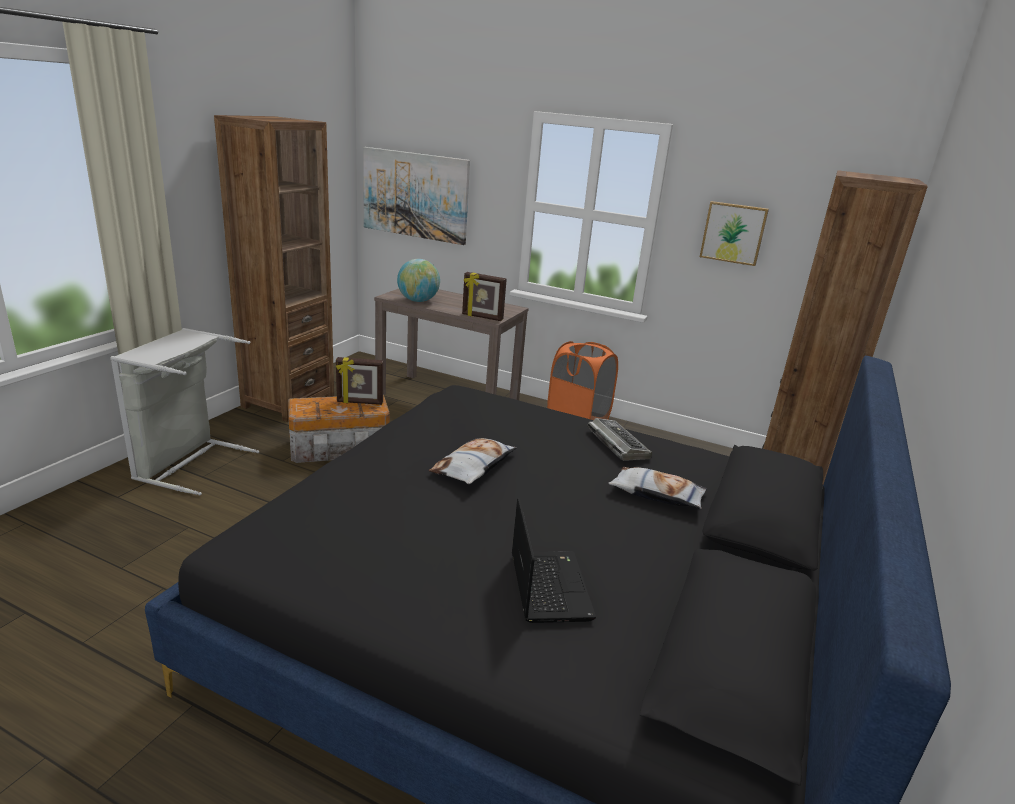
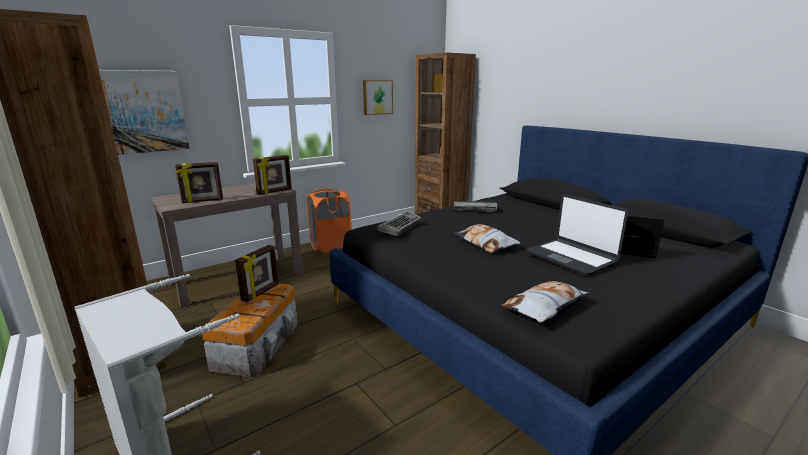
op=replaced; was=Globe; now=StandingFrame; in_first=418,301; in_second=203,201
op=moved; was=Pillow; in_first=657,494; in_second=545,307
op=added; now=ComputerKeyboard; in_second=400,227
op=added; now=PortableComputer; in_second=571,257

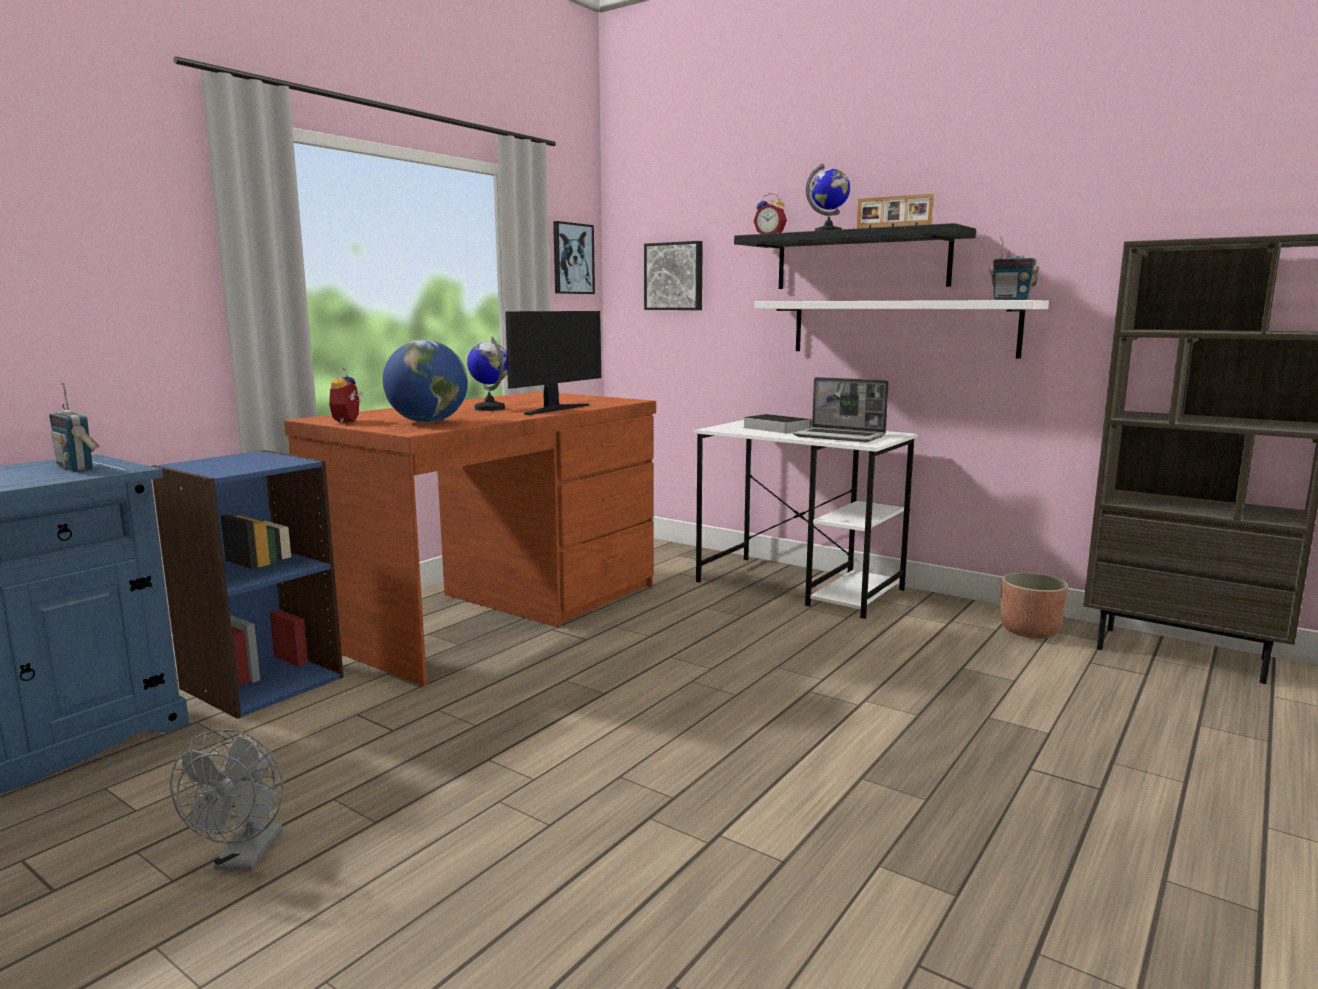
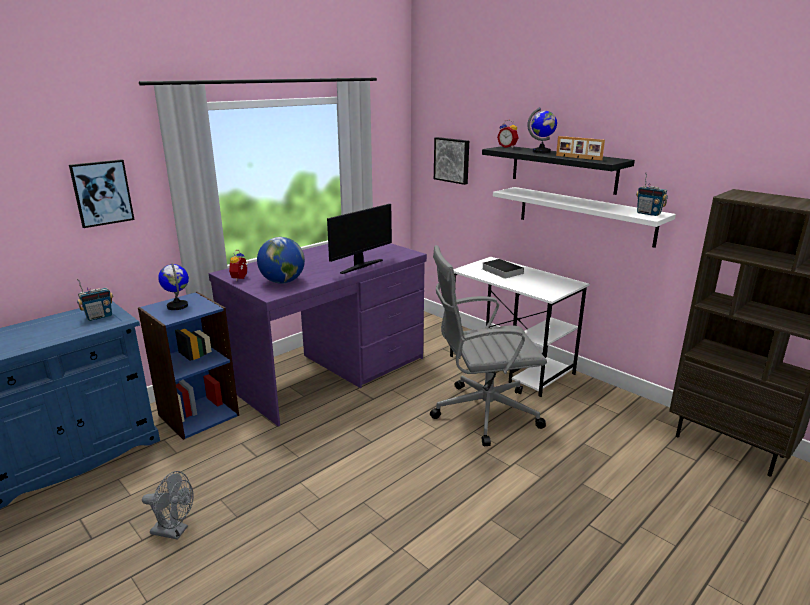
op=turned; was=RadioReceiver; in_first=76,467; in_second=99,317; clockwise=-90
op=turned; was=GreyishElectricFan; in_first=244,858; in_second=174,531; clockwise=-90
op=recoloured; was=BrownColouredDeskTable; now=PurplishDeskTable; in_first=497,612; in_second=330,372
op=moved; was=Globe; in_first=490,408; in_second=177,306
op=moved; was=Picture; in_first=572,258; in_second=102,193
op=removed; was=PortableComputer; in_first=840,437
op=removed; was=PlantPot; in_first=1030,631
op=added; now=GreyishComputerChair; in_second=482,413

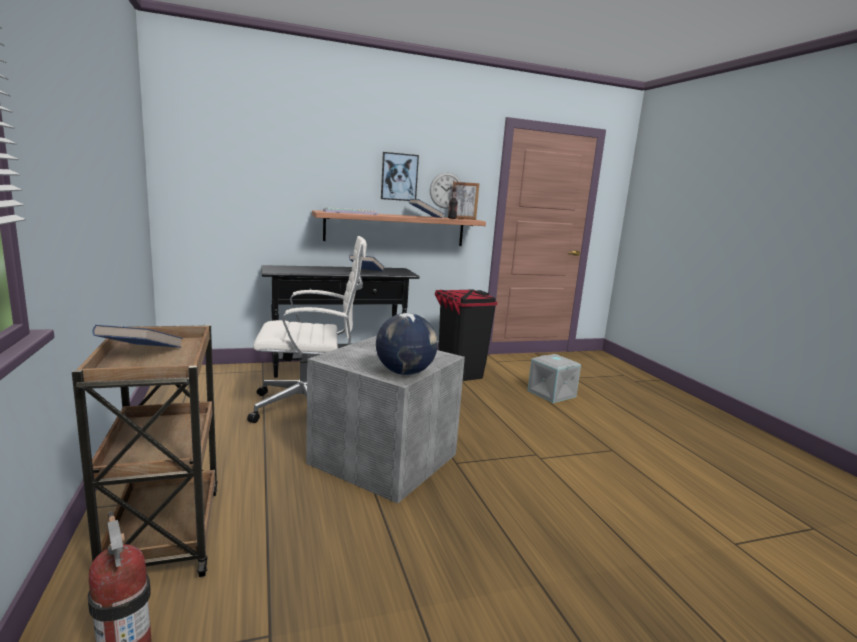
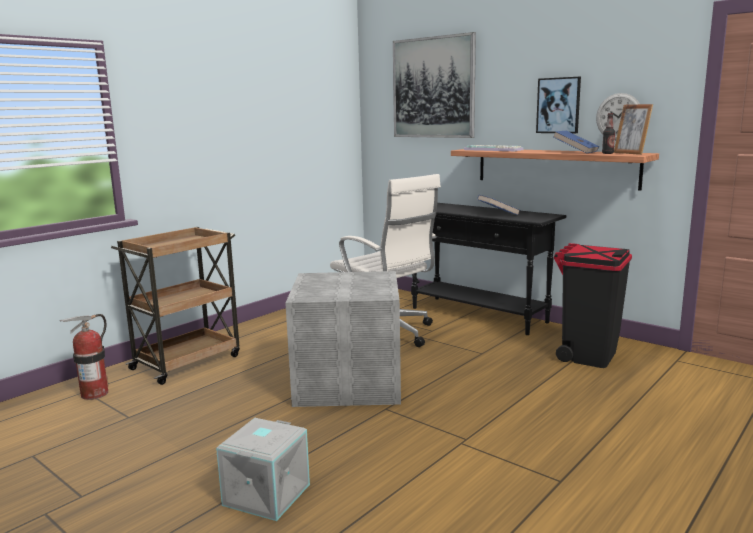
op=removed; was=BluishVolume; in_first=141,354
op=removed; was=Globe; in_first=405,373
op=moved; was=GreyishStorageContainer; in_first=550,393; in_second=266,494
op=added; now=Picture; in_second=433,88

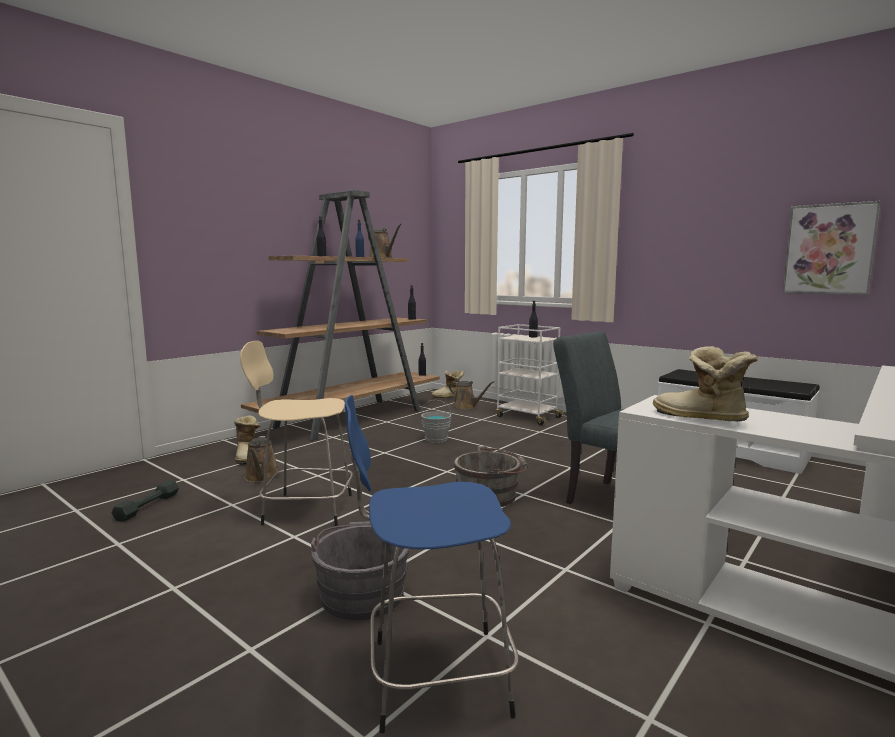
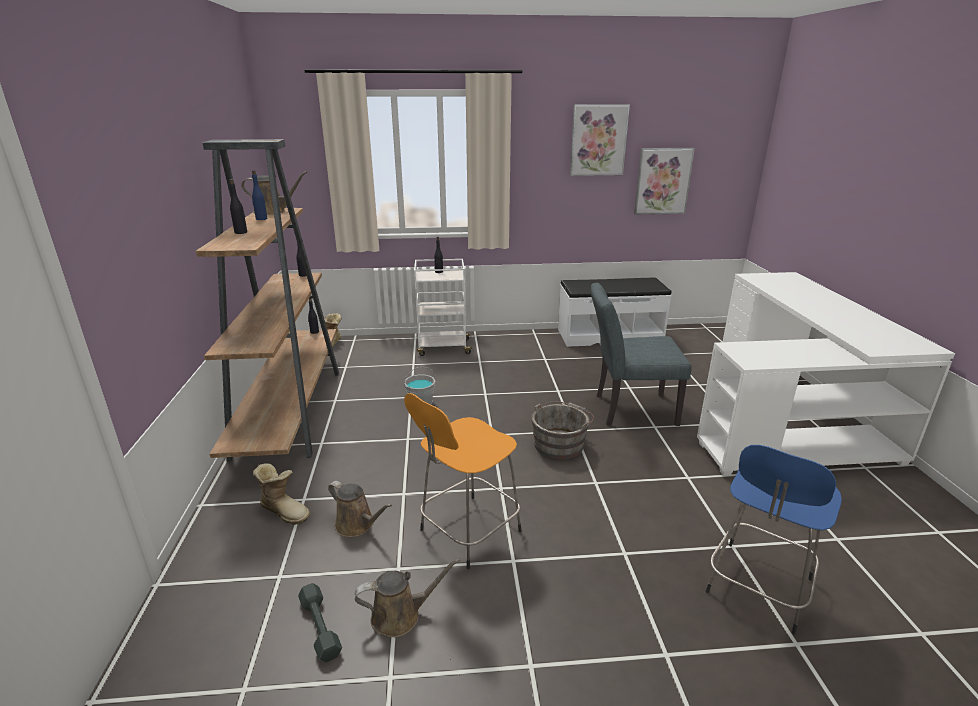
op=recoloured; was=BeigeColouredSittingStool; now=OrangeColouredSittingStool; in_first=305,509; in_second=467,532
op=removed; was=GreyishBucket; in_first=362,591
op=moved; was=BrownColouredWateringCan; in_first=466,407; in_second=400,615
op=removed; was=TallBoot; in_first=700,419
op=added; now=Picture; in_second=598,140

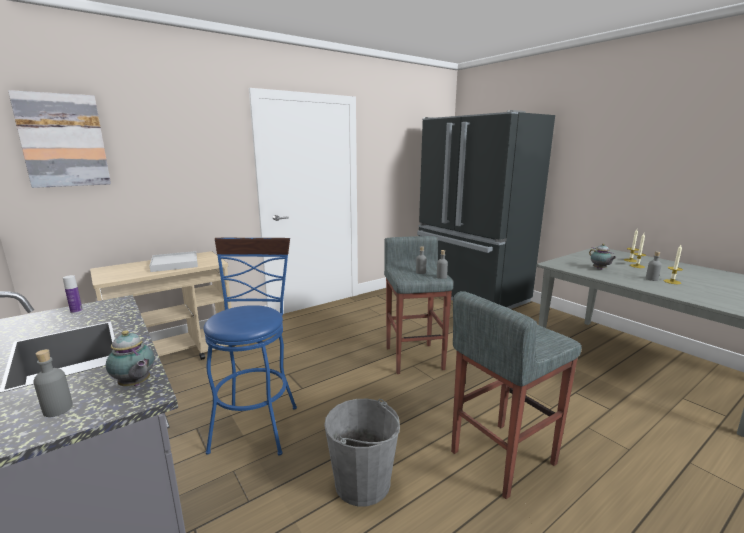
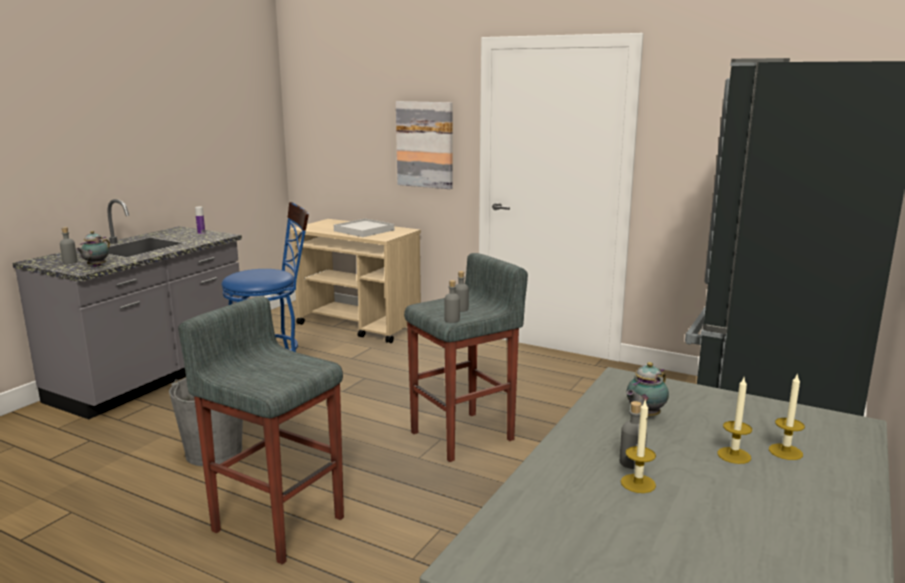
op=moved; was=Picture; in_first=63,141; in_second=425,144

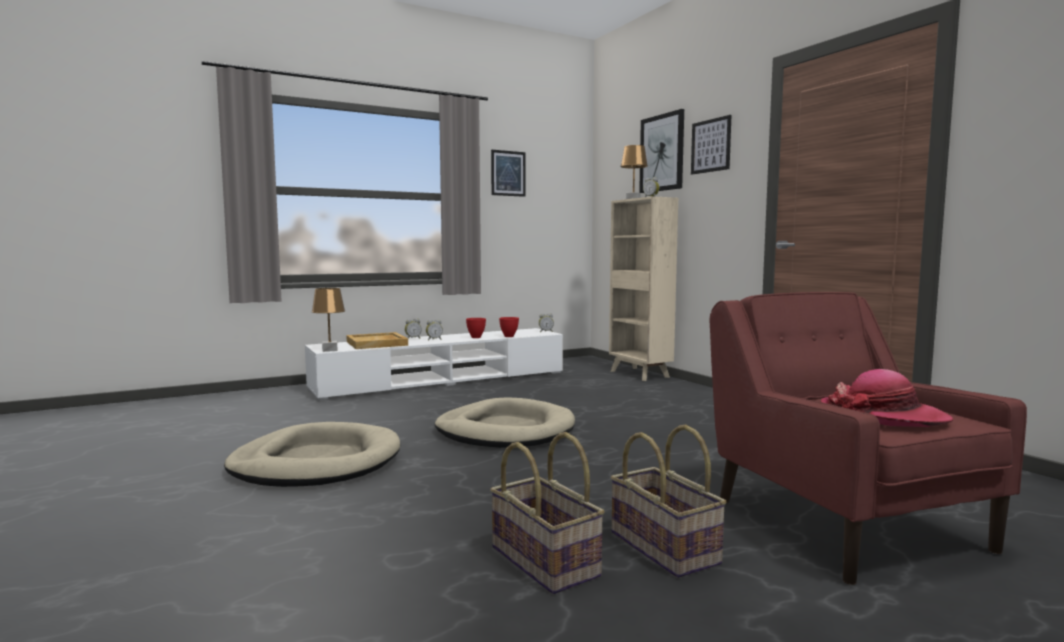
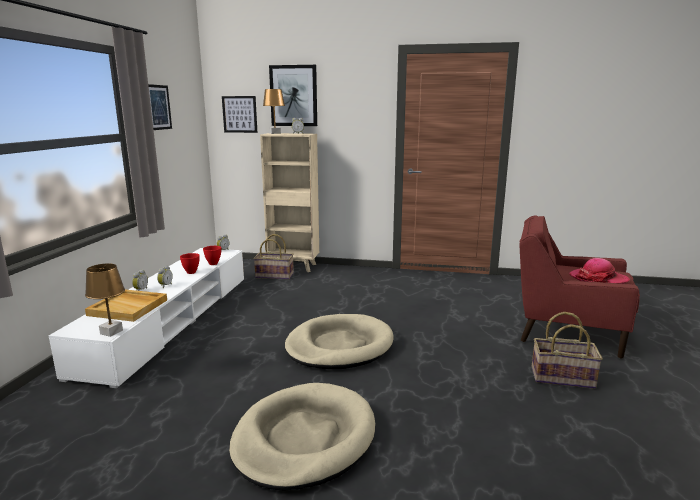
op=moved; was=StorageBasket; in_first=546,561; in_second=275,275
op=moved; was=Picture; in_first=711,145; in_second=239,114

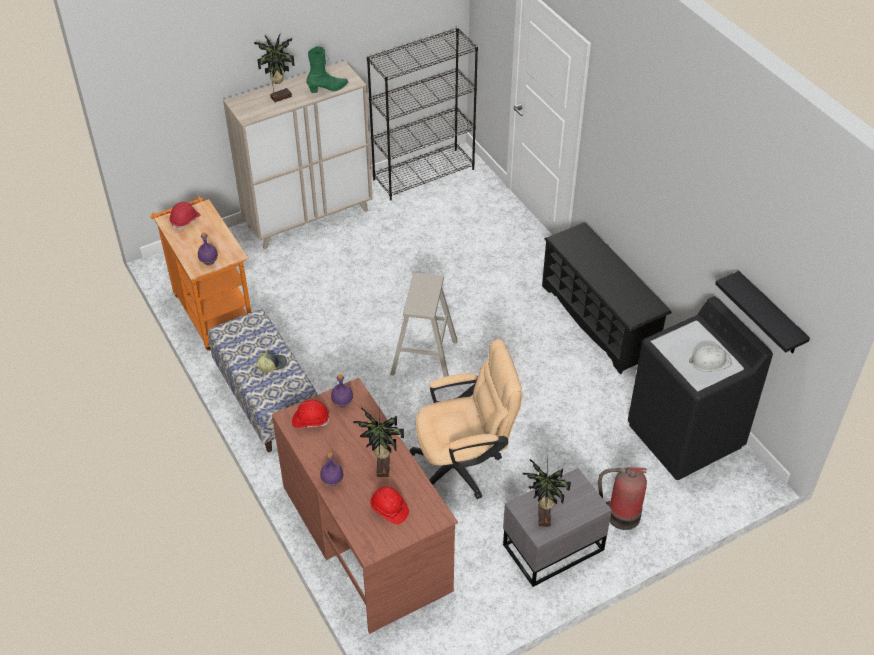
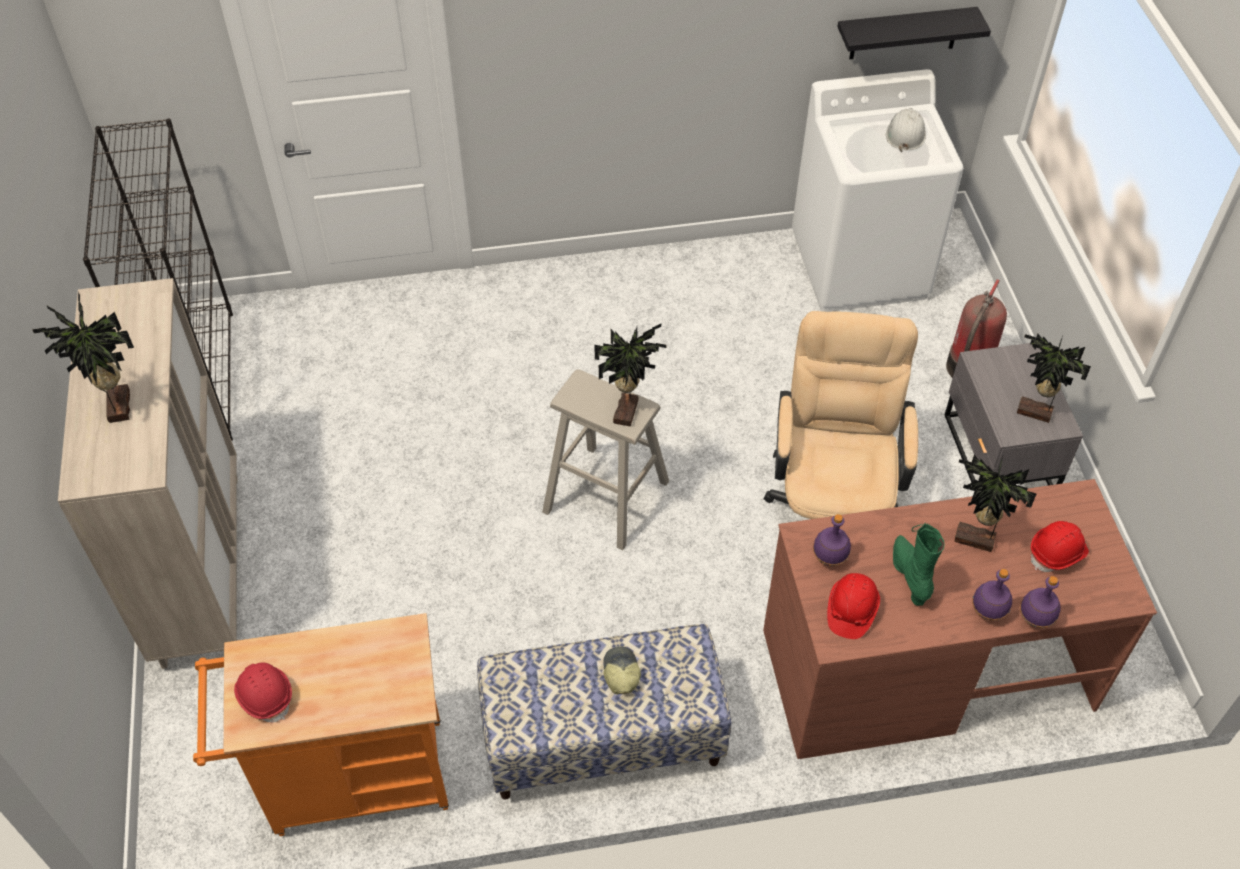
op=moved; was=PurplishBeverageBottle; in_first=209,262; in_second=1035,620
op=moved; was=GreenTallBoot; in_first=328,89; in_second=910,575
op=removed; was=BlackishShoeShelf; in_first=599,320
op=recoloured; was=BlackishLaundryAppliance; now=WhitishLaundryAppliance; in_first=685,436; in_second=860,266
op=added; now=PottedPlant; in_second=628,412

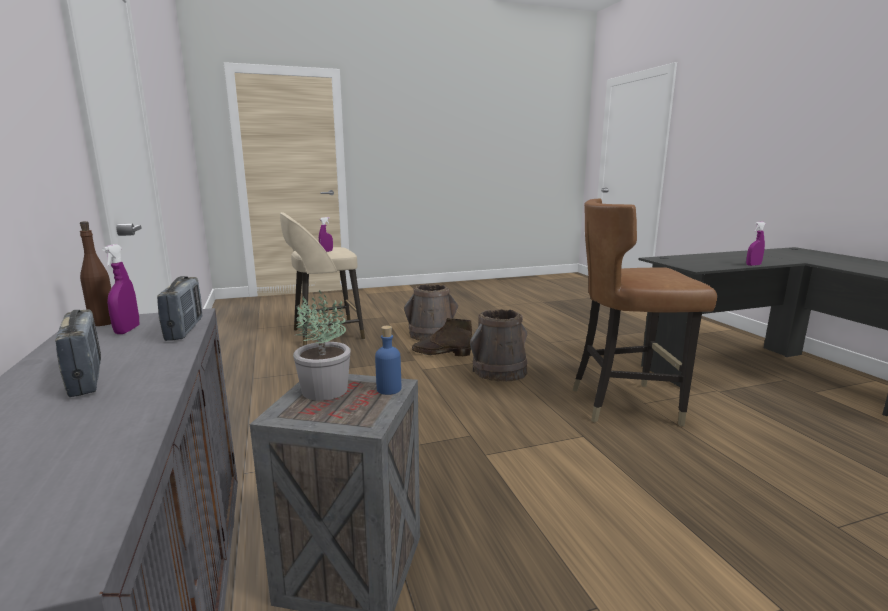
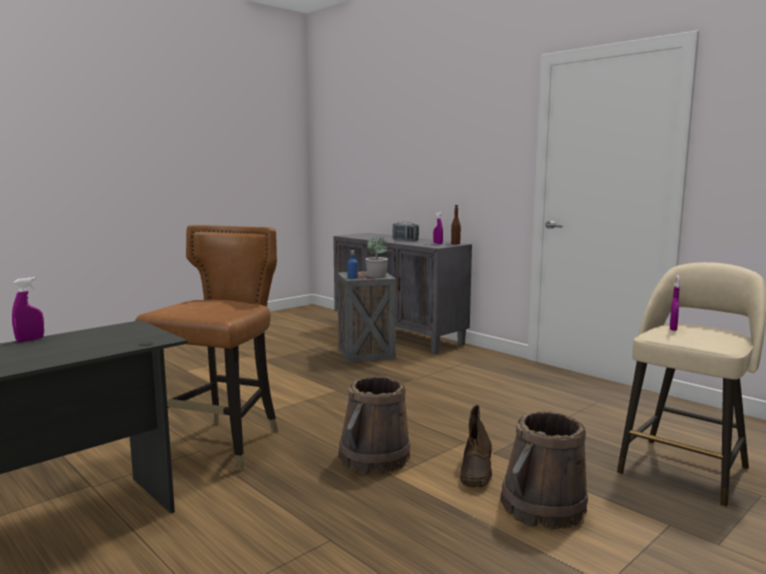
op=removed; was=RadioReceiver; in_first=185,329
op=turned; was=BrownColouredTallBoot; in_first=440,353; in_second=476,470; clockwise=120
op=turned; was=BrownColouredPlainChair; in_first=625,404; in_second=222,445; clockwise=-45

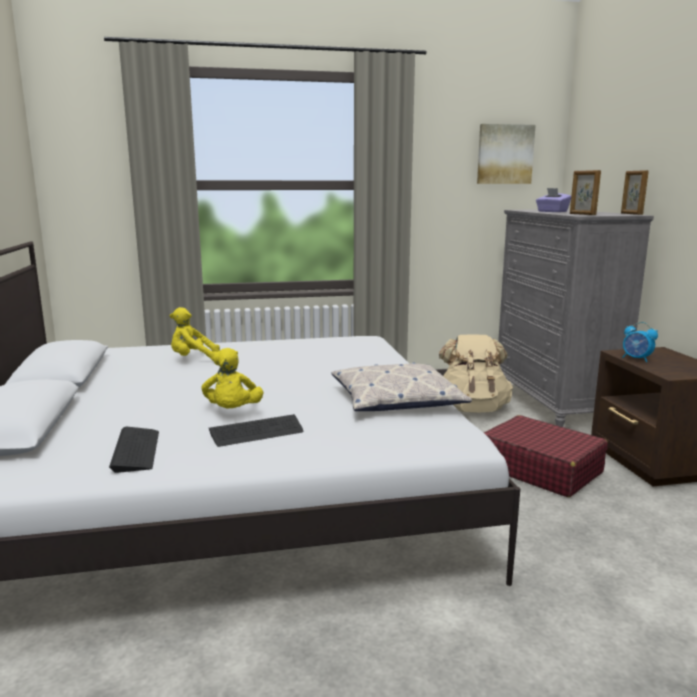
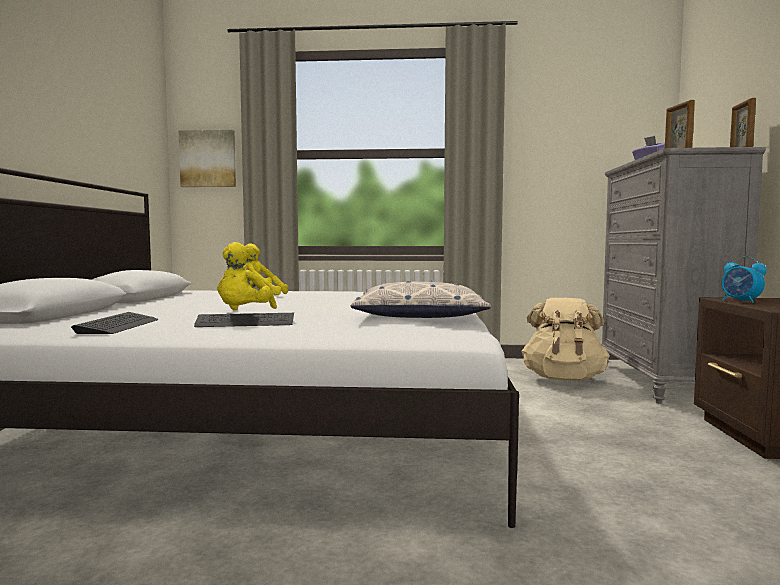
op=moved; was=Picture; in_first=504,154; in_second=208,159
op=removed; was=ReddishTravelCase; in_first=540,469

